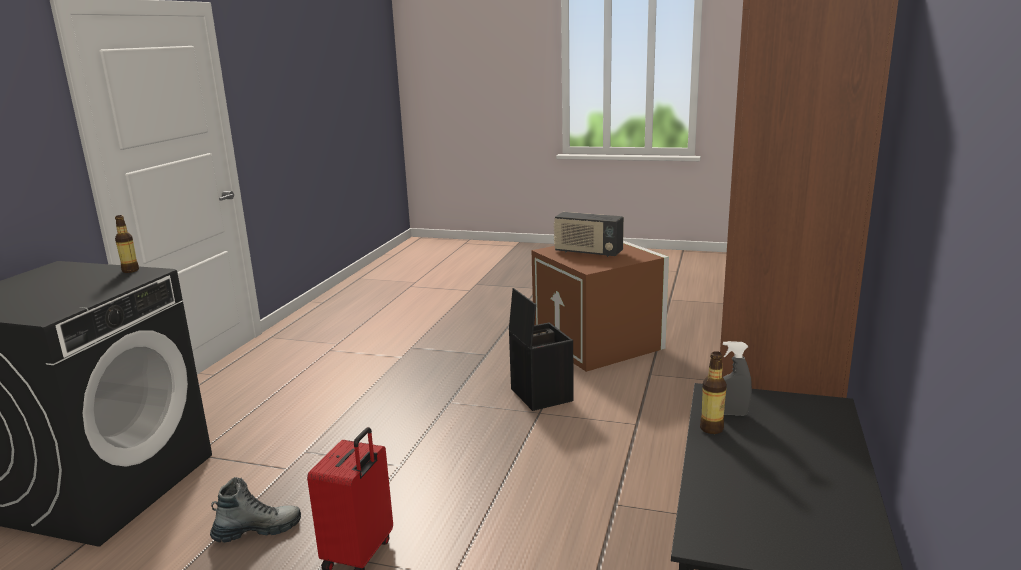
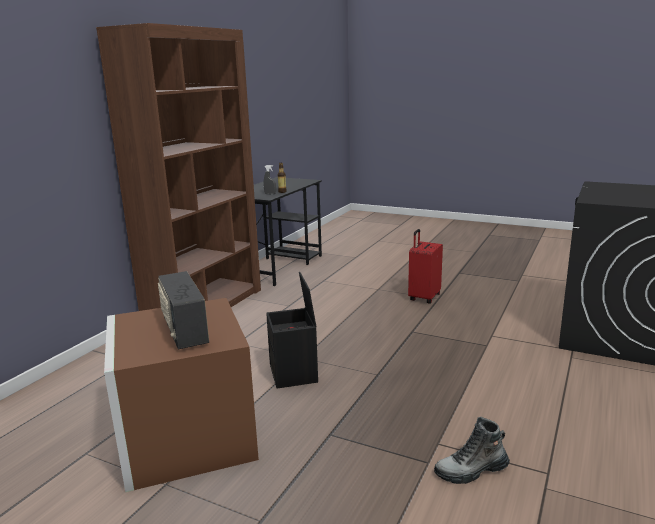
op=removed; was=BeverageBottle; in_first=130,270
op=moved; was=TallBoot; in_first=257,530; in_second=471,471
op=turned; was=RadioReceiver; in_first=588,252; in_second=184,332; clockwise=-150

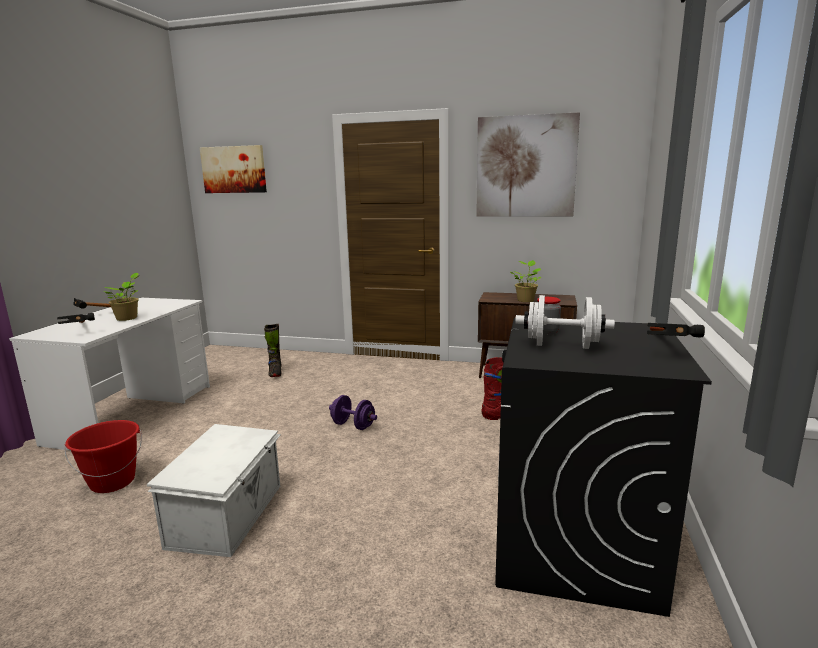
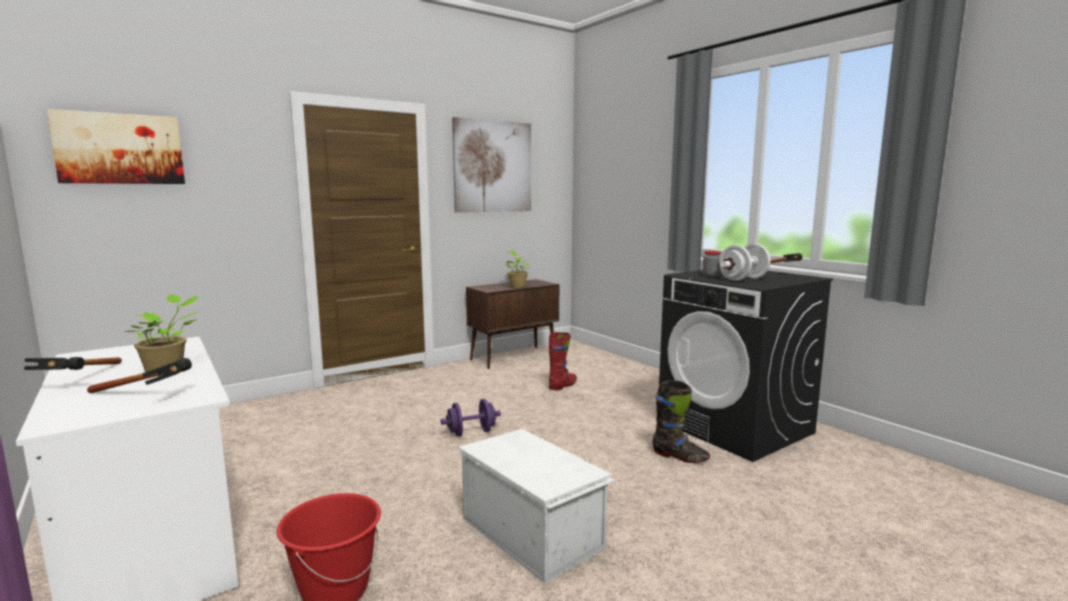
op=moved; was=BlackishTallBoot; in_first=275,373; in_second=680,457

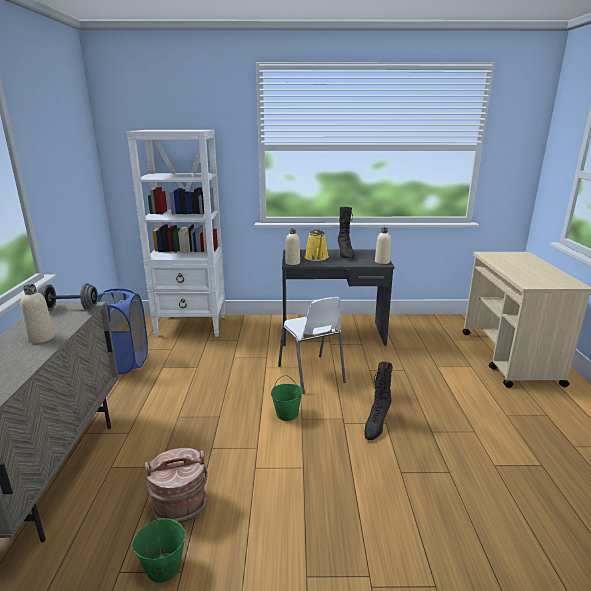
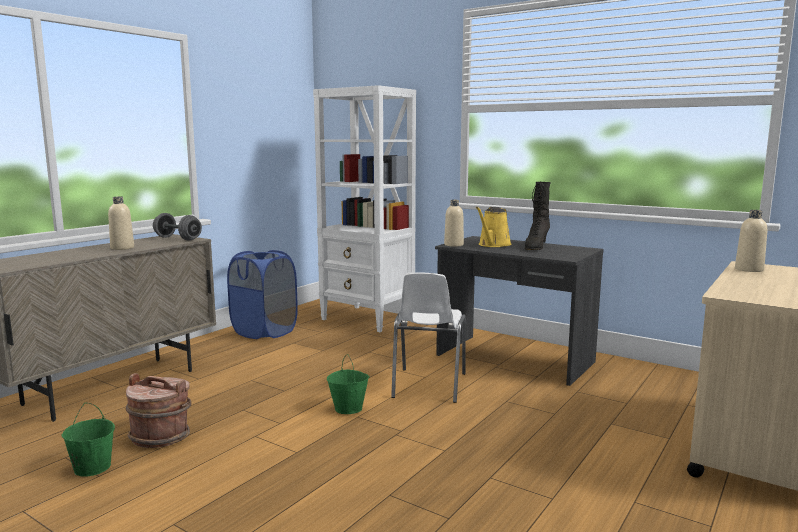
op=removed; was=BlackishTallBoot; in_first=376,425
op=moved; was=BeigeColouredBeverageBottle; in_first=382,262; in_second=749,269

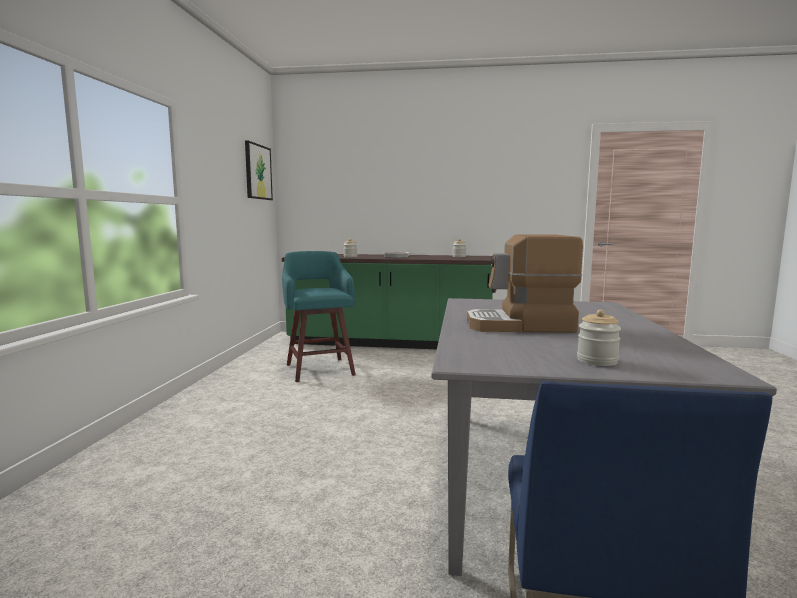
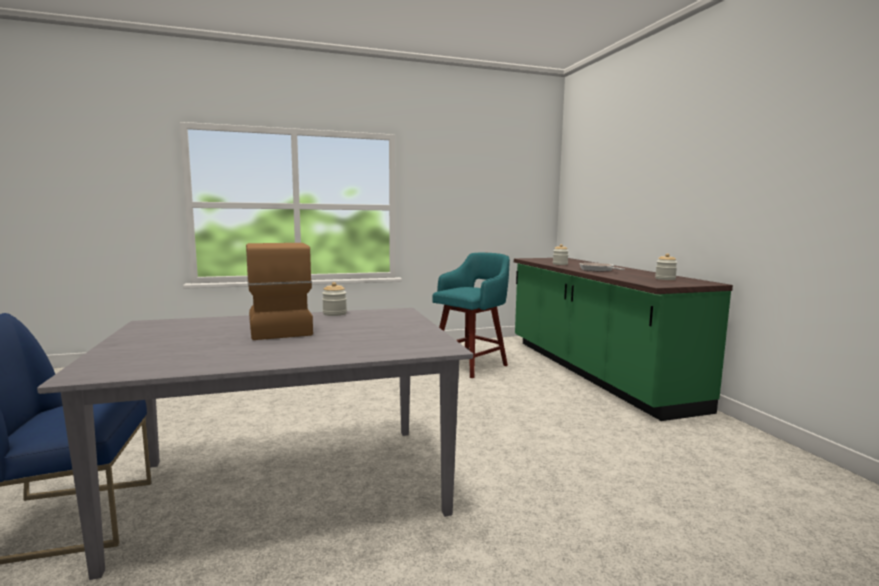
op=removed; was=Picture; in_first=258,172
op=moved; was=Jar; in_first=597,361; in_second=334,314

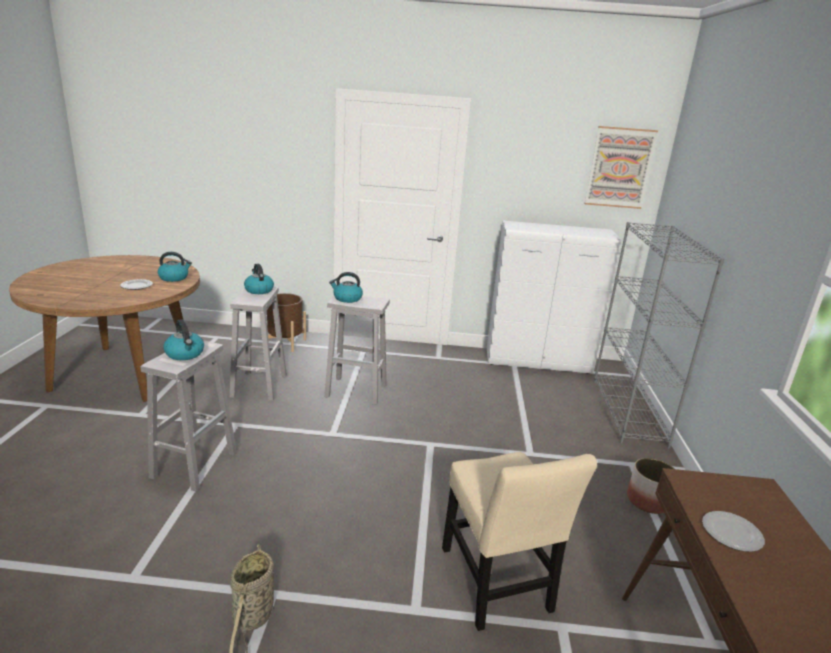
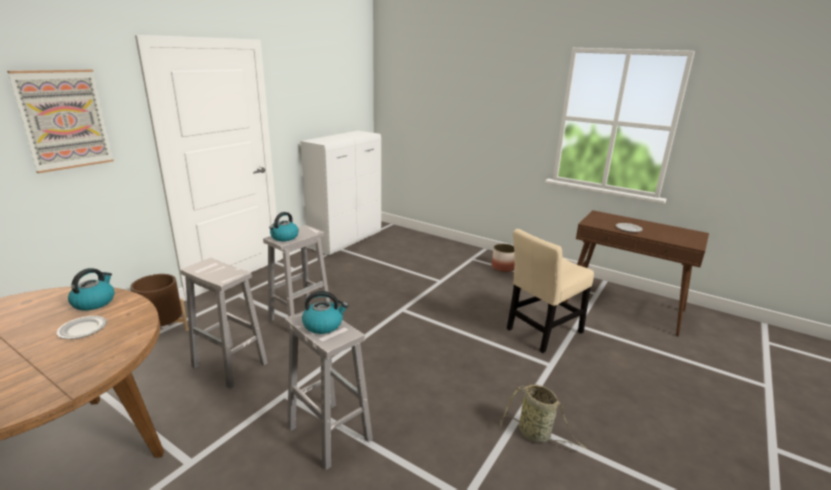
op=removed; was=WaterKettle; in_first=258,290
op=turned; was=BeigeColouredPlainChair; in_first=496,584; in_second=542,332; clockwise=135
op=moved; was=Picture; in_first=619,168; in_second=64,120
op=removed; was=GreyishBookshelf; in_first=628,412

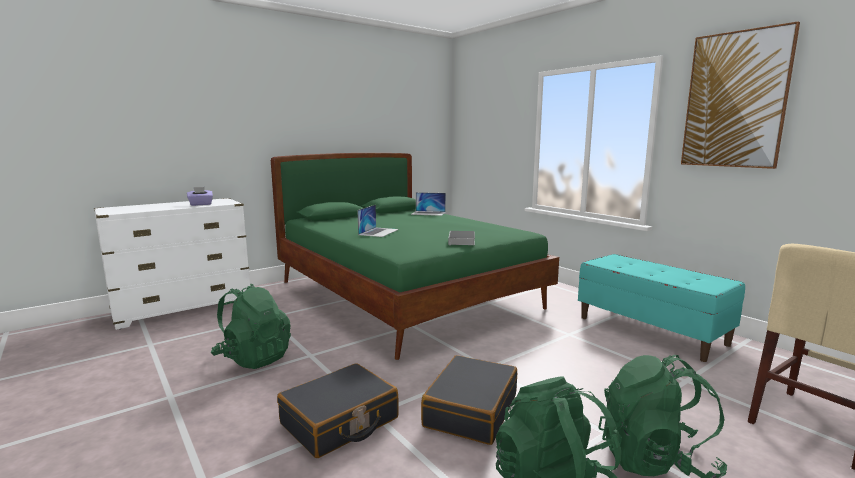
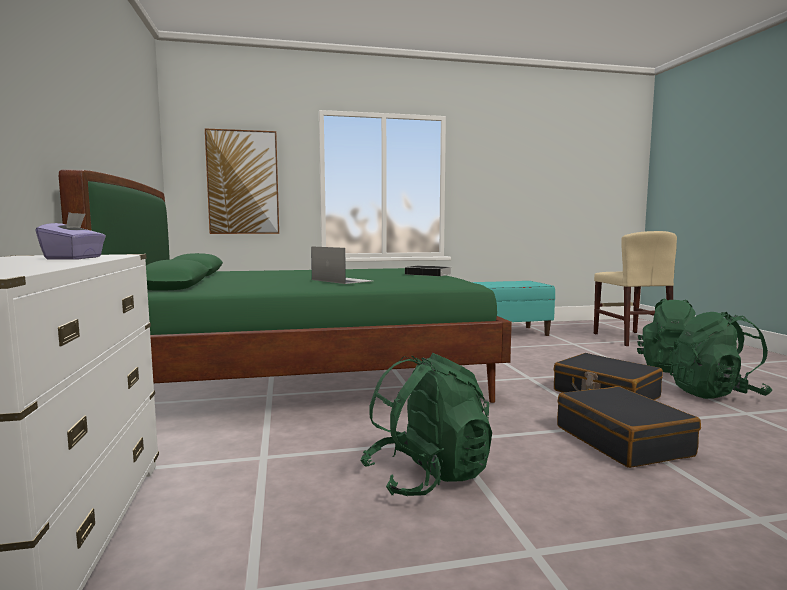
op=removed; was=PortableComputer; in_first=428,213
op=moved; was=Picture; in_first=735,100; in_second=243,182

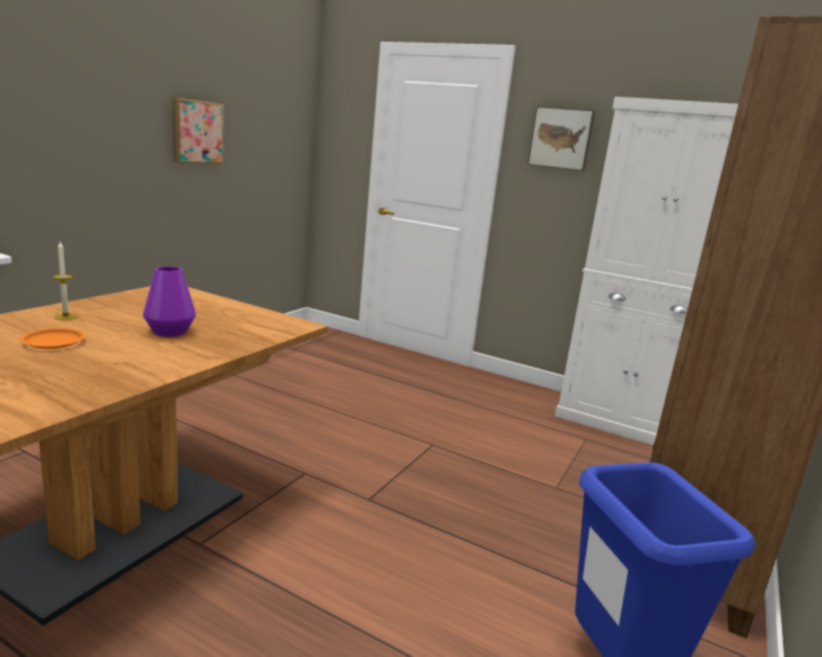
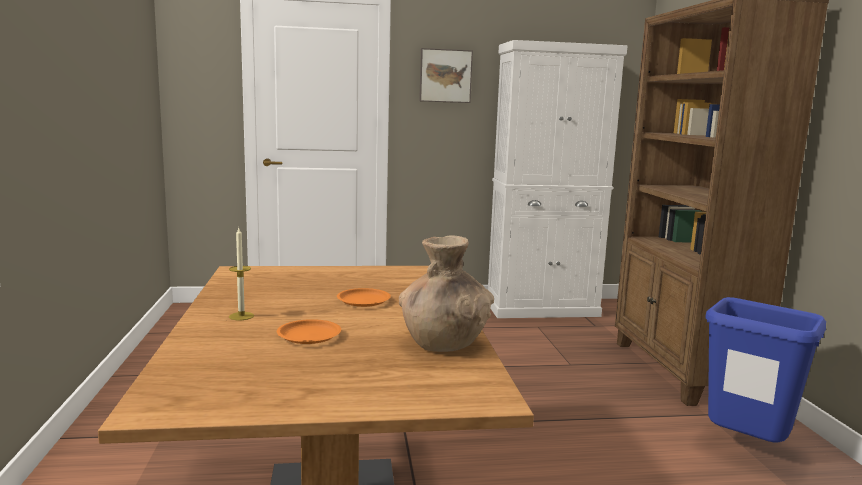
op=replaced; was=PurplishDecorativeVase; now=OrangeColouredFlatDish; in_first=170,331; in_second=363,300
op=removed; was=Picture; in_first=196,132
op=added; now=BrownColouredDecorativeVase; in_second=443,343

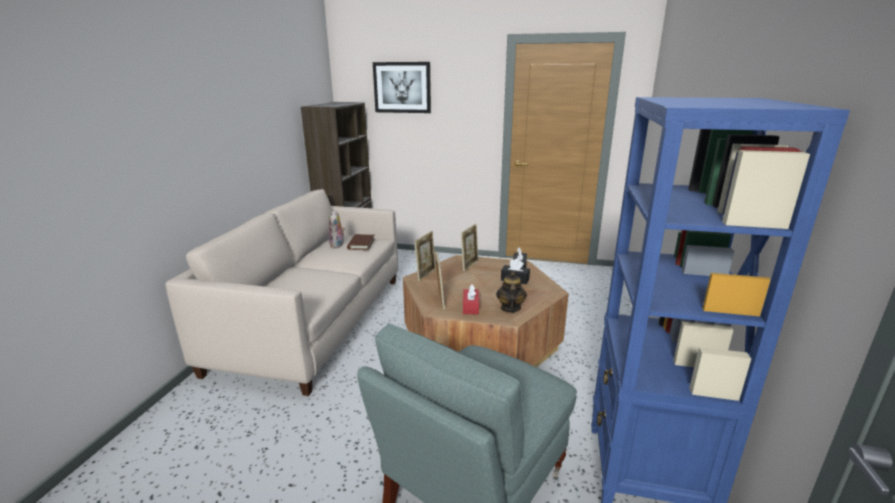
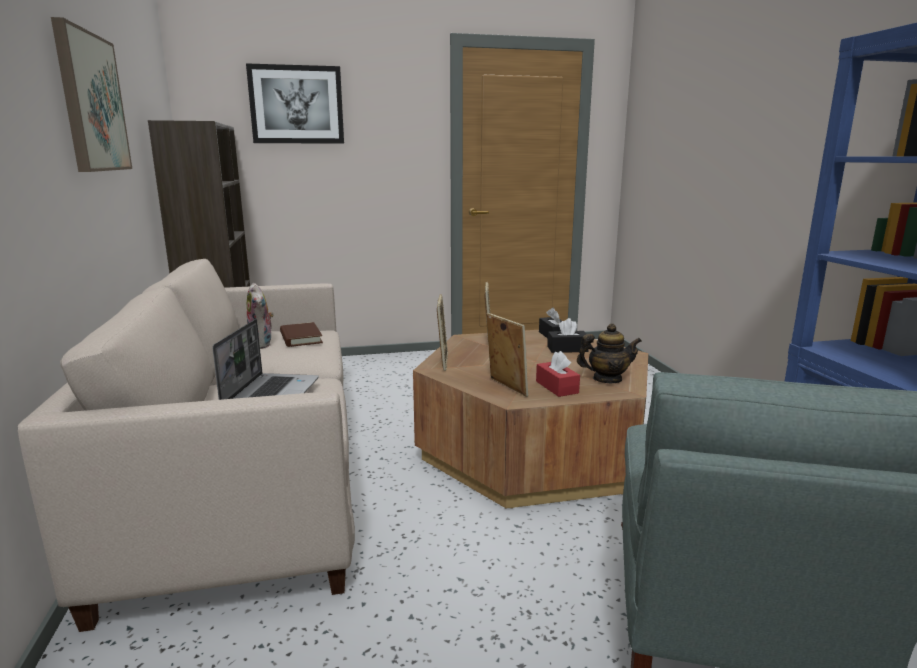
op=turned; was=PotForTea; in_first=510,308; in_second=607,379; clockwise=105
op=added; now=Picture; in_second=91,103
op=added; now=PortableComputer; in_second=271,395

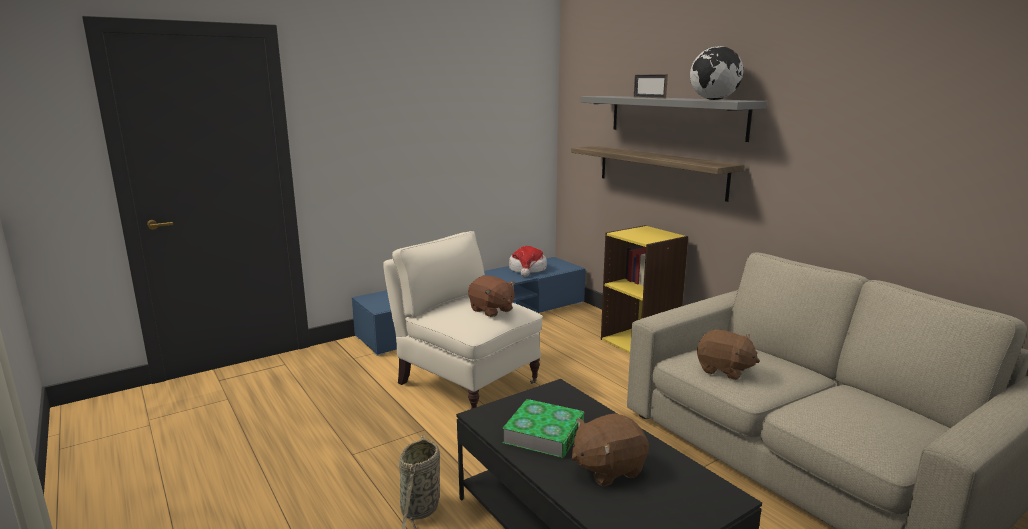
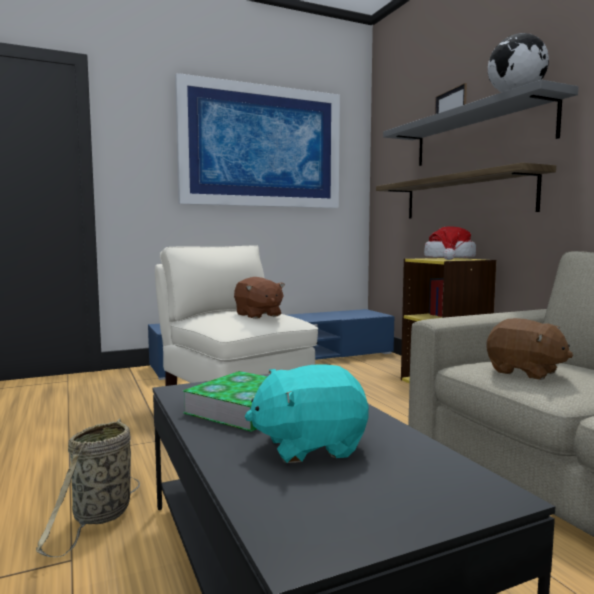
op=moved; was=WearableHat; in_first=527,269; in_second=449,258
op=recoloured; was=BrownColouredSoftToy; now=TurquoiseColouredSoftToy; in_first=607,468; in_second=309,446
op=added; now=Picture; in_second=262,147

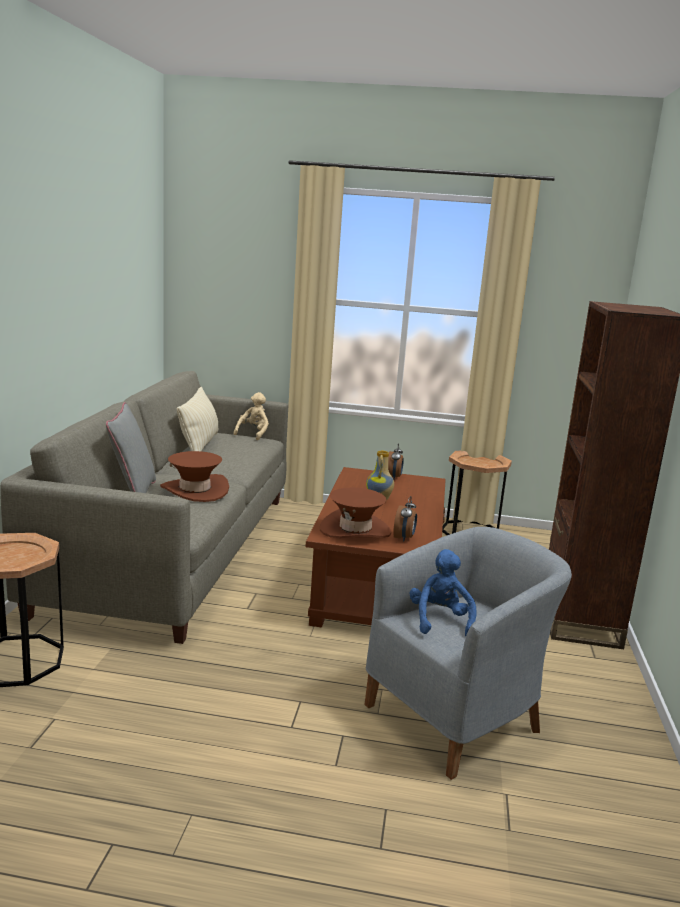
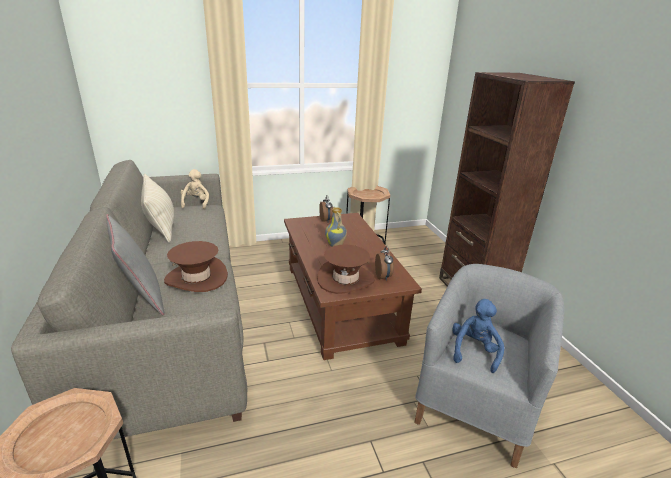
op=turned; was=BluishSoftToy; in_first=440,620; in_second=474,351; clockwise=45

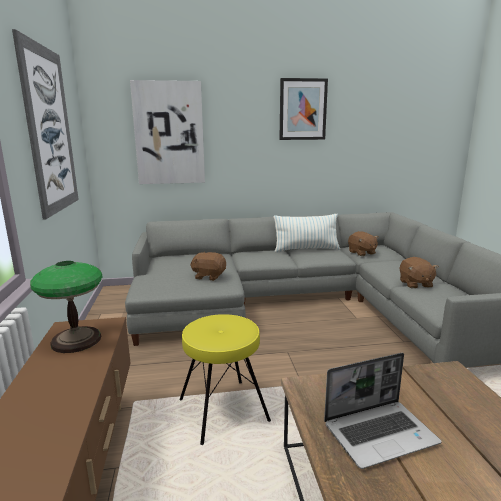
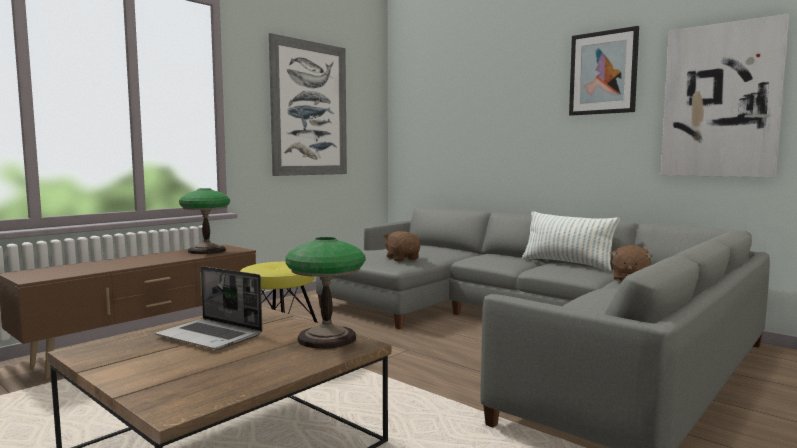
op=moved; was=Picture; in_first=169,133; in_second=721,101
op=removed; was=BrownColouredSoftToy; in_first=415,284
op=added; now=LampForATable; in_second=327,338

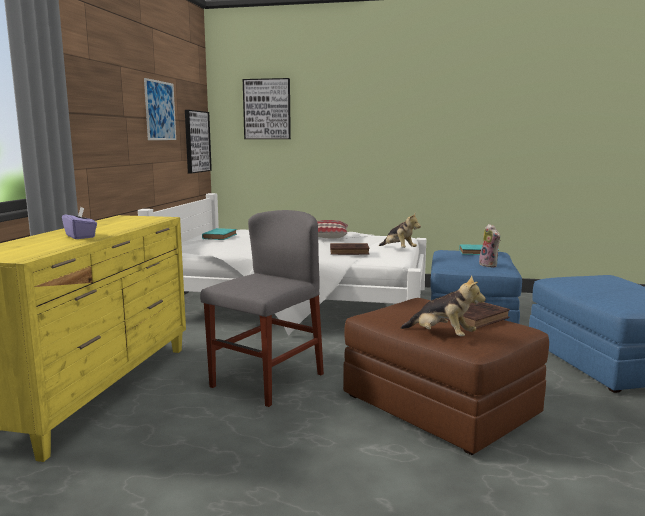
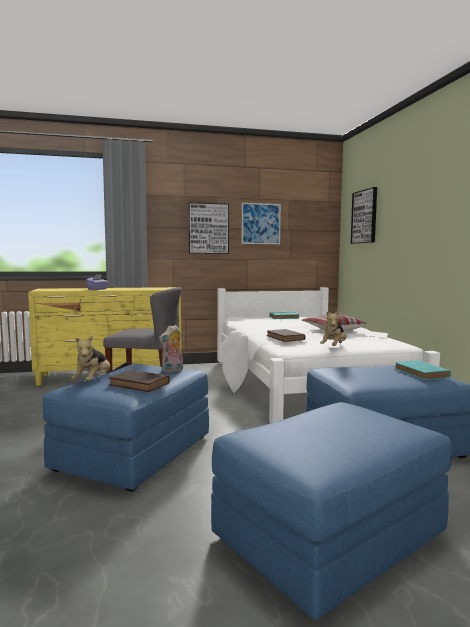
op=moved; was=Picture; in_first=196,141; in_second=208,228
op=recoloured; was=BrownColouredFootrest; now=BluishFootrest; in_first=438,405; in_second=134,452
op=moved; was=SoftToy; in_first=489,265; in_second=172,371

